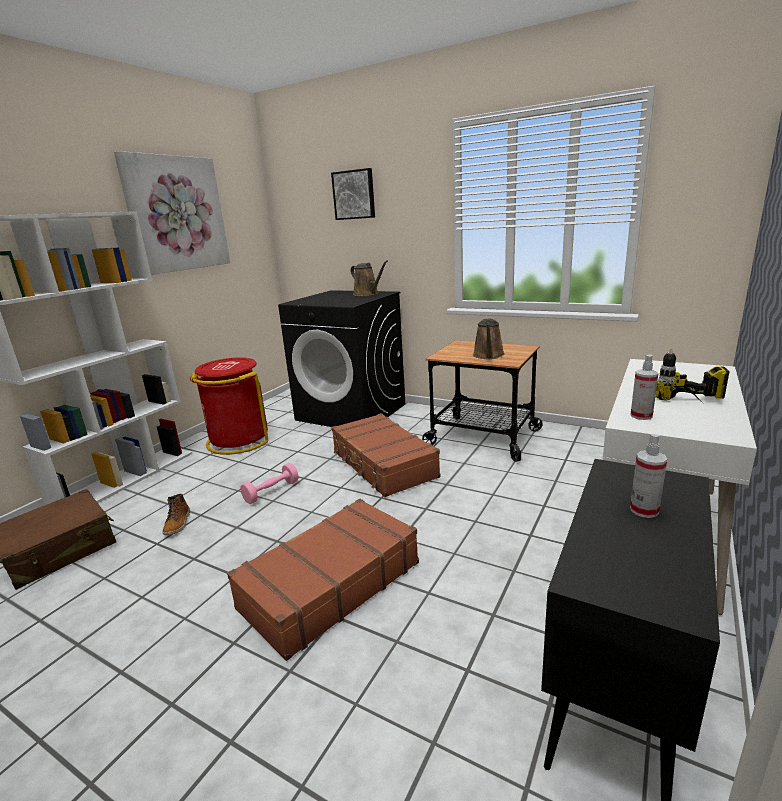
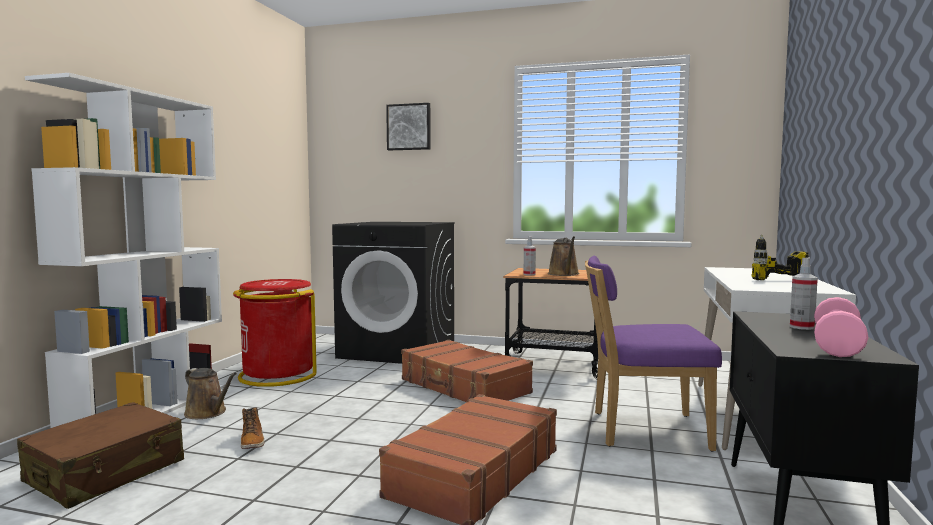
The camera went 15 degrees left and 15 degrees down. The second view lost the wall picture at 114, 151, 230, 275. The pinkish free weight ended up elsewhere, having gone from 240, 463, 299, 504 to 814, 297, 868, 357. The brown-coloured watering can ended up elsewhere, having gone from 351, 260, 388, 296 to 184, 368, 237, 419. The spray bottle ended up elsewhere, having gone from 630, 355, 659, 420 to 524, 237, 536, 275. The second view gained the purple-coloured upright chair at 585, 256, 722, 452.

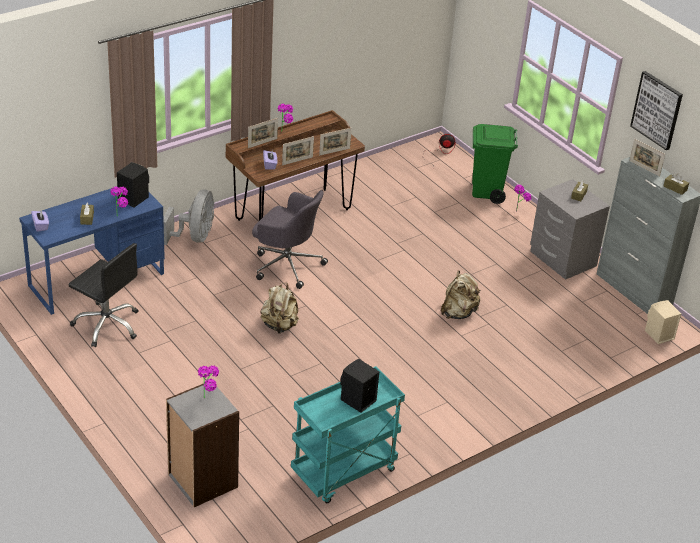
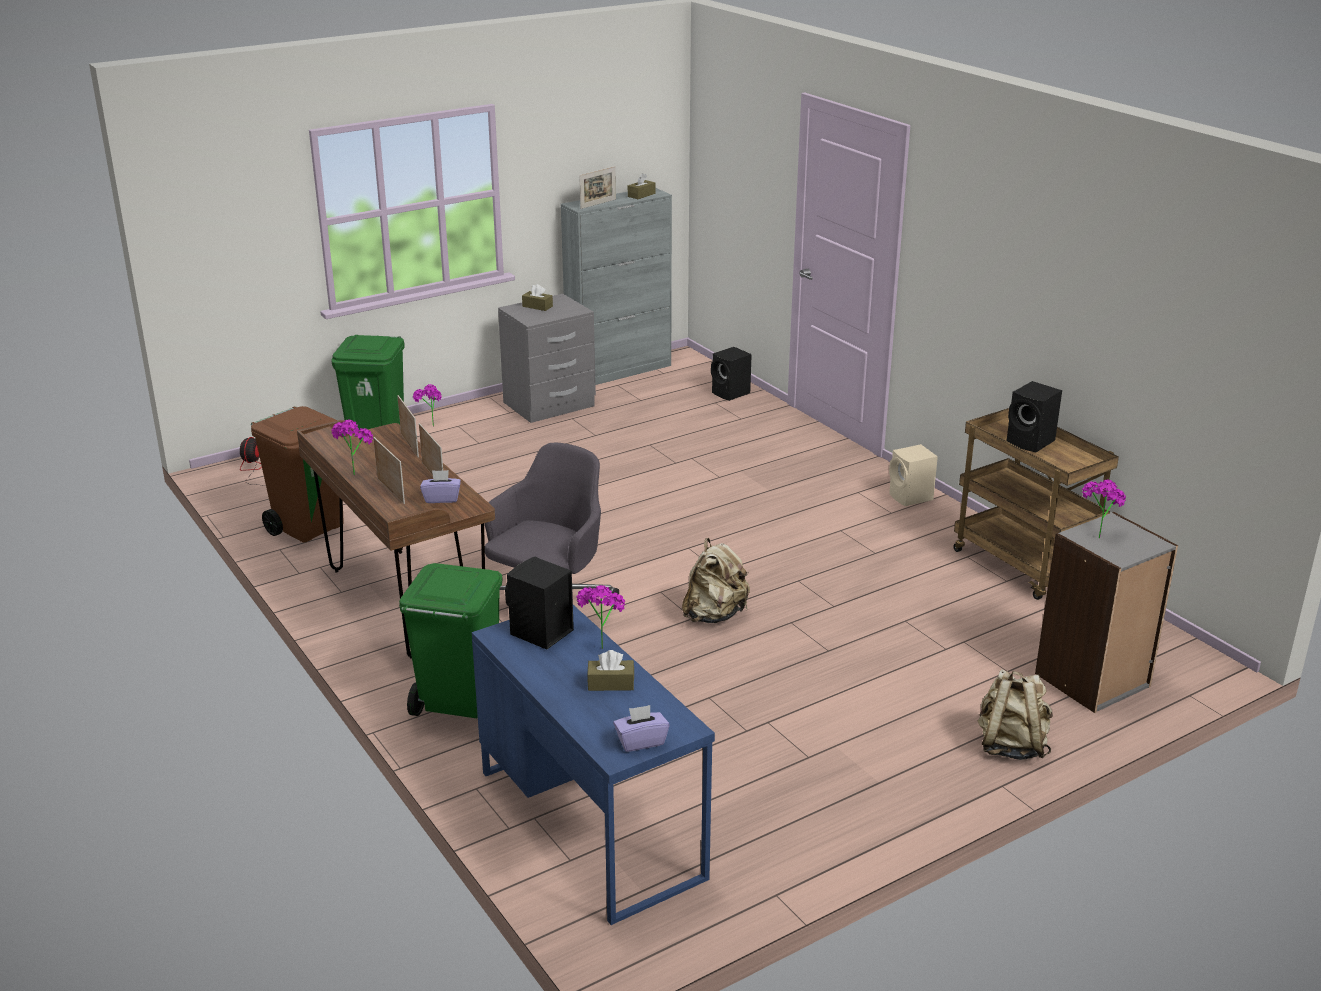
The camera went 85 degrees left and 10 degrees down. The second view lost the black-coloured office chair at 68, 243, 138, 347. Where the gray electric fan stood at 163, 189, 214, 245, the greenish waste bin came to stand at 399, 563, 502, 718. What was the turquoise trolley at 291, 366, 405, 503 turned into the brown-coloured trolley at 953, 408, 1119, 600. The sand-coloured knapsack ended up elsewhere, having gone from 441, 271, 480, 319 to 978, 669, 1053, 760. The second view lost the wall picture at 630, 71, 683, 150. The sand-coloured audio speaker ended up elsewhere, having gone from 645, 300, 681, 344 to 889, 444, 938, 506. The second view gained the brown-coloured waste bin at 251, 406, 344, 543. The second view gained the black-coloured audio speaker at 711, 347, 752, 401.

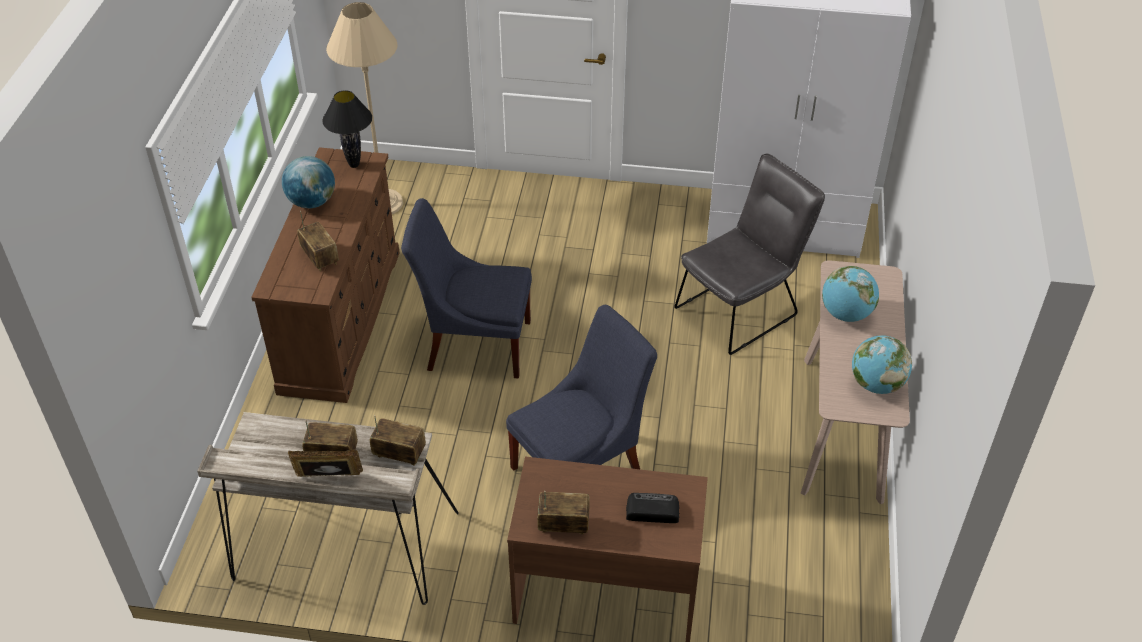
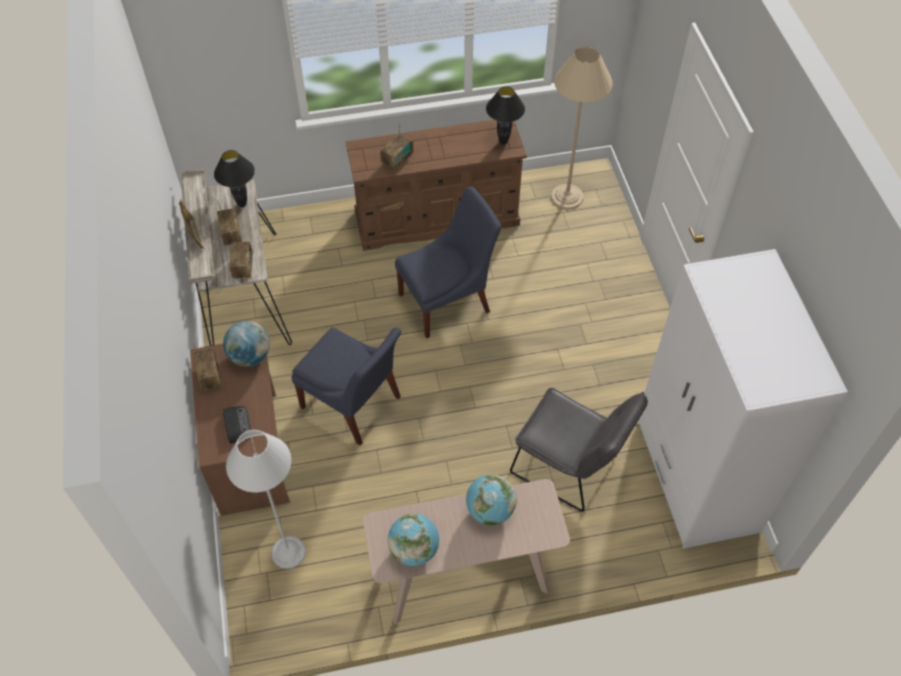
The camera went 70 degrees right and 10 degrees up. The globe ended up elsewhere, having gone from 282, 156, 335, 208 to 223, 321, 270, 367. The blue-coloured upright chair at 401, 198, 532, 379 ended up facing another way, 75 degrees clockwise from before. The second view gained the black-coloured lamp for a table at 214, 150, 255, 207. The second view gained the gray standard lamp at 226, 430, 306, 569.

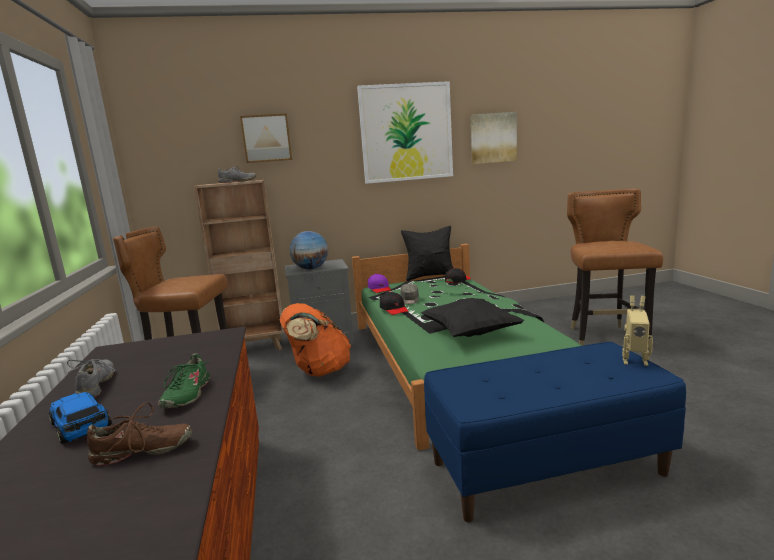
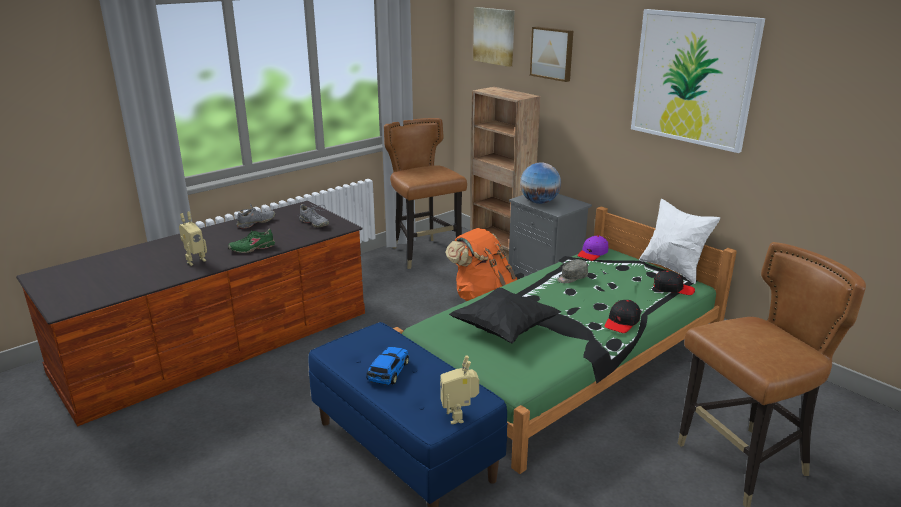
The camera went 60 degrees right and 10 degrees up. The miniature car ended up elsewhere, having gone from 48, 392, 112, 444 to 367, 347, 409, 385. Where the brown-coloured item of footwear stood at 87, 403, 192, 465, the toy robot came to stand at 179, 211, 207, 266. The gray item of footwear ended up elsewhere, having gone from 218, 166, 256, 183 to 297, 204, 329, 227. The black-coloured cap ended up elsewhere, having gone from 380, 291, 408, 315 to 604, 300, 640, 333. What was the black-coloured cushion at 401, 226, 453, 281 turned into the whitish cushion at 639, 199, 720, 284. The wall picture ended up elsewhere, having gone from 470, 112, 517, 164 to 473, 7, 515, 67.

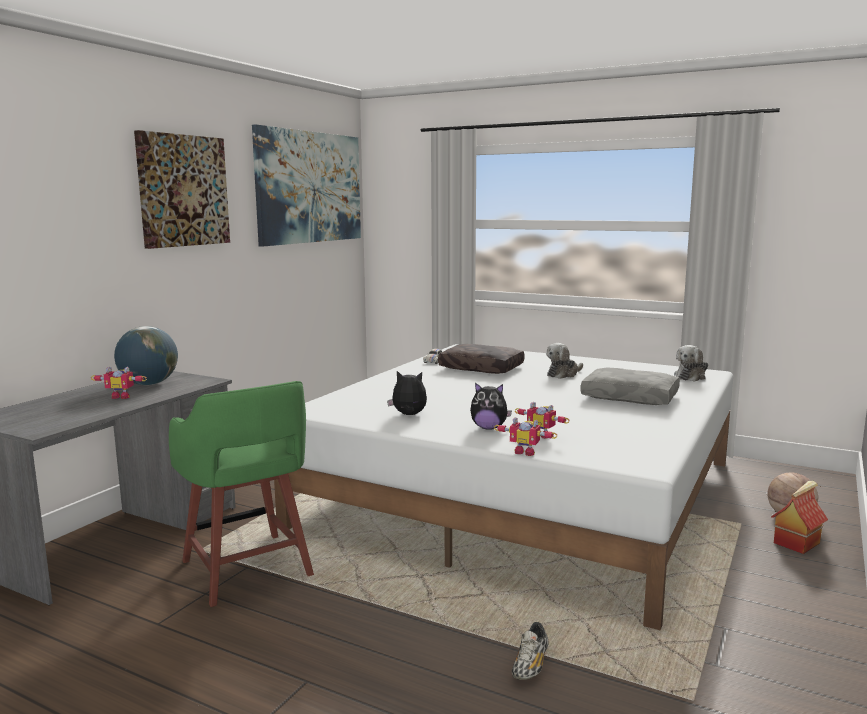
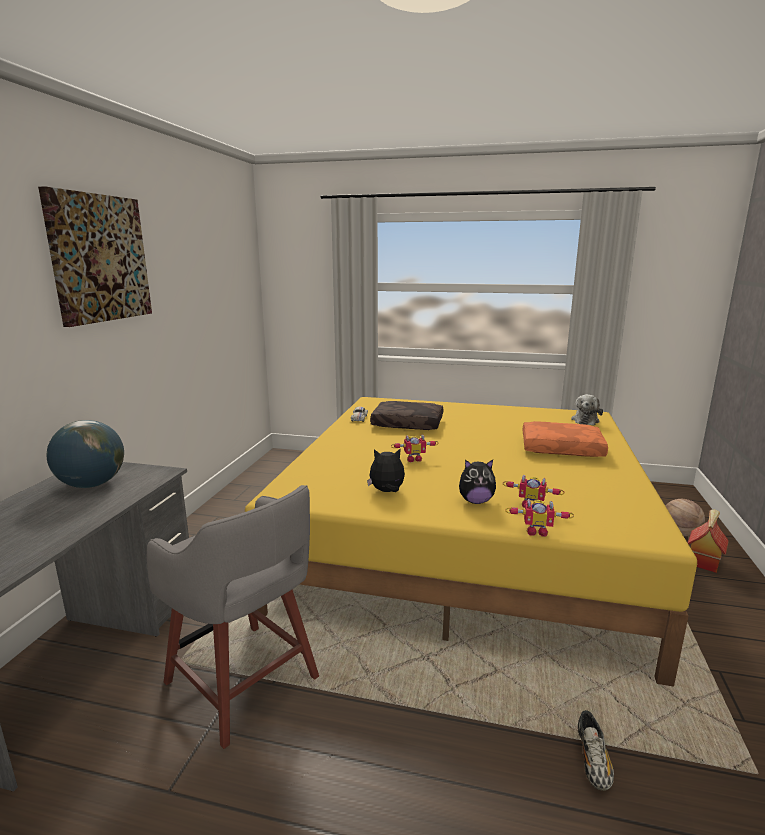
The camera went 15 degrees left and 5 degrees up. The toy robot ended up elsewhere, having gone from 91, 367, 147, 399 to 391, 434, 439, 462. What was the greenish sitting stool at 169, 381, 314, 607 turned into the gray sitting stool at 147, 485, 319, 749. The second view lost the wall picture at 252, 124, 361, 247. What was the whitish sleeping bed at 274, 344, 733, 630 turned into the yellow-coloured sleeping bed at 245, 397, 697, 687. The second view lost the soft toy at 546, 343, 583, 379. What was the gray cushion at 580, 367, 680, 405 turned into the orange cushion at 523, 421, 608, 457.

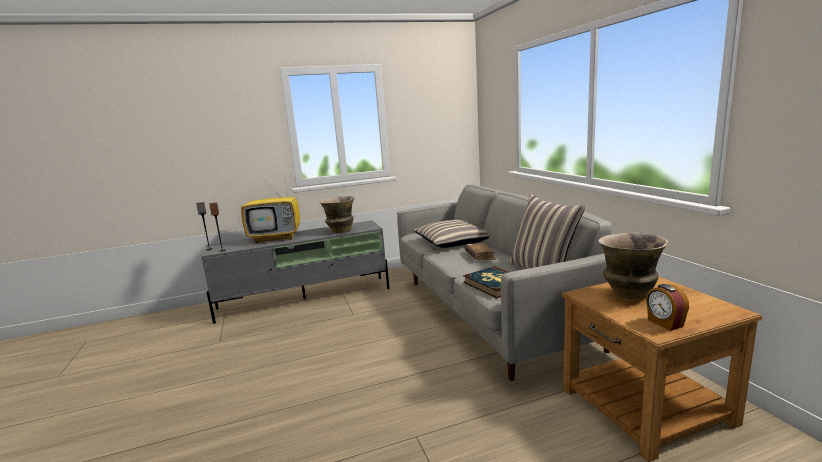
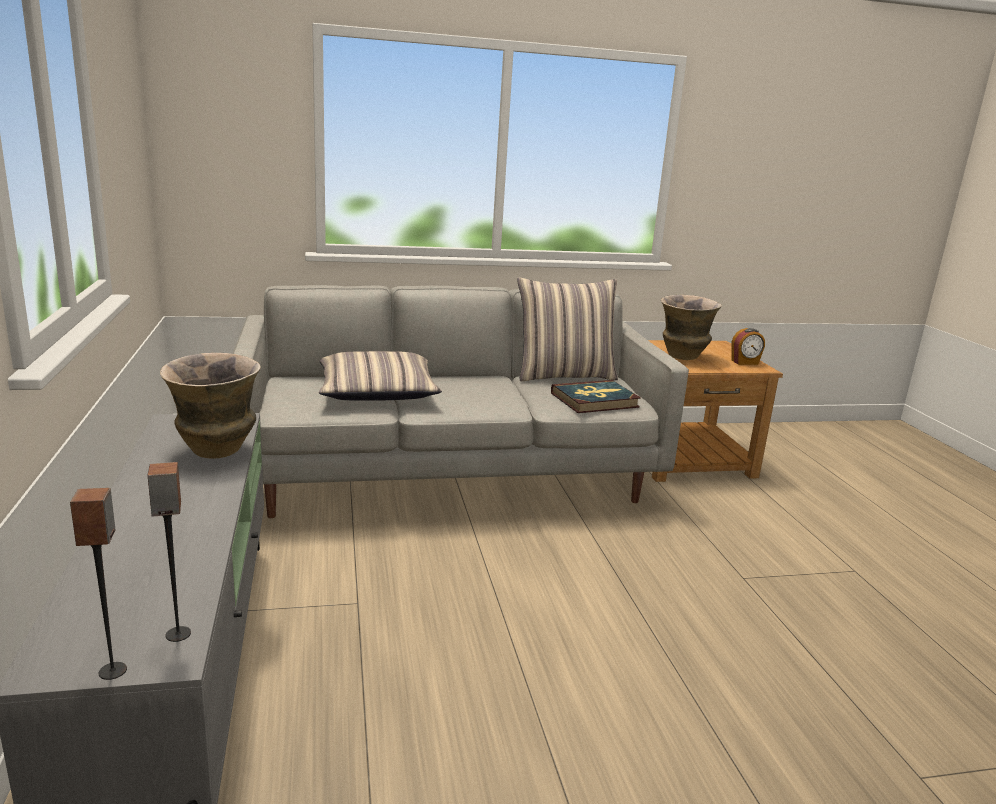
The camera went 85 degrees left and 5 degrees up. The second view lost the TV at 241, 175, 300, 243. The second view lost the brown-coloured bound book at 464, 243, 496, 260.

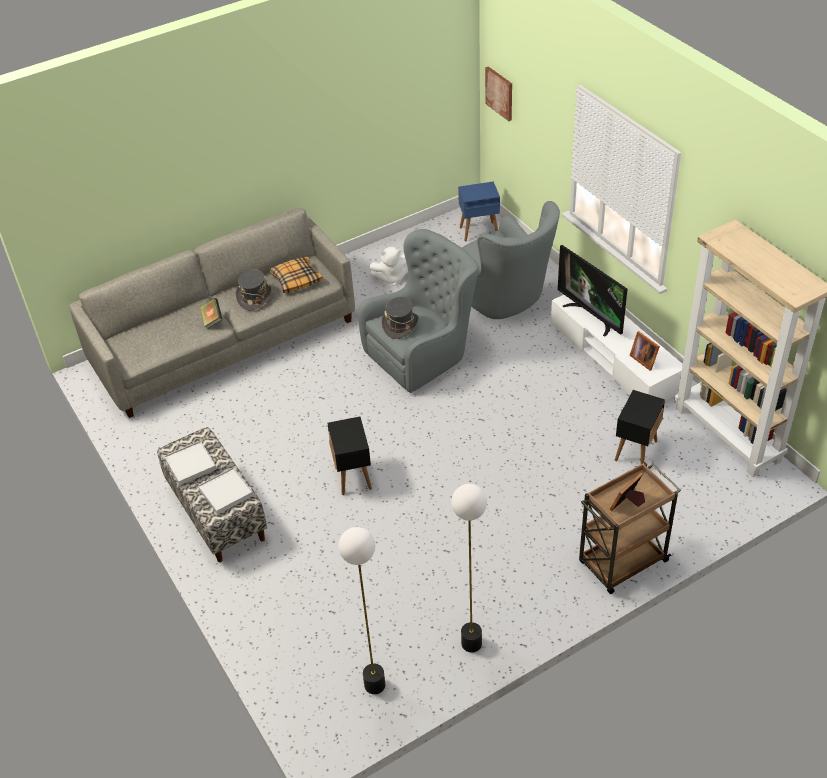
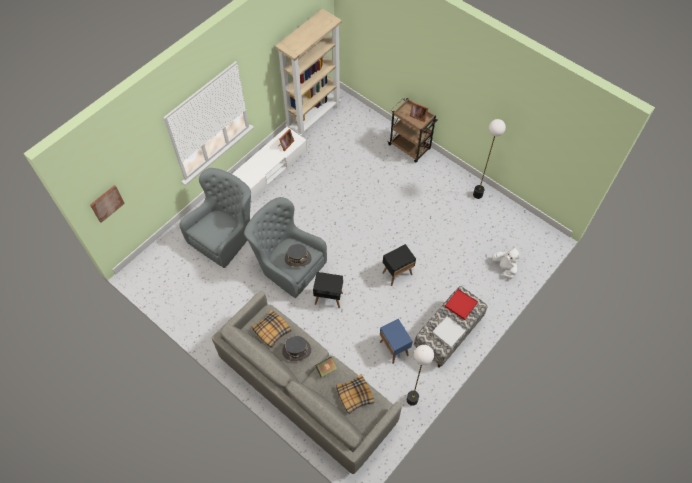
The camera went 110 degrees left and 15 degrees up. What was the whitish carrying tray at 198, 467, 254, 515 turned into the red-coloured carrying tray at 445, 289, 478, 320. The standard lamp ended up elsewhere, having gone from 338, 527, 385, 694 to 407, 345, 434, 406. The whitish soft toy ended up elsewhere, having gone from 370, 247, 408, 286 to 492, 246, 520, 279. The blue-coloured side table ended up elsewhere, having gone from 458, 181, 500, 241 to 380, 319, 413, 364. The second view lost the TV at 558, 245, 627, 337. The black-coloured side table ended up elsewhere, having gone from 615, 390, 665, 464 to 313, 272, 343, 308. The second view gained the cushion at 336, 374, 374, 414.

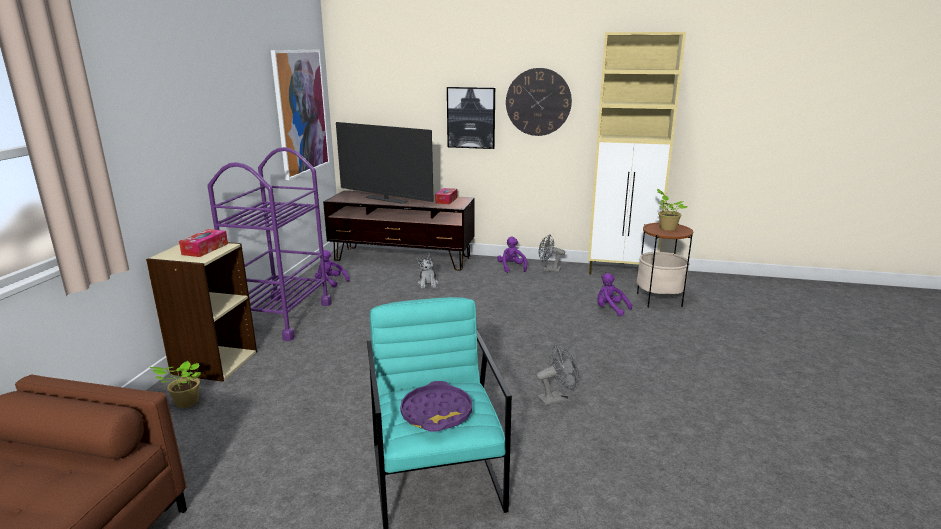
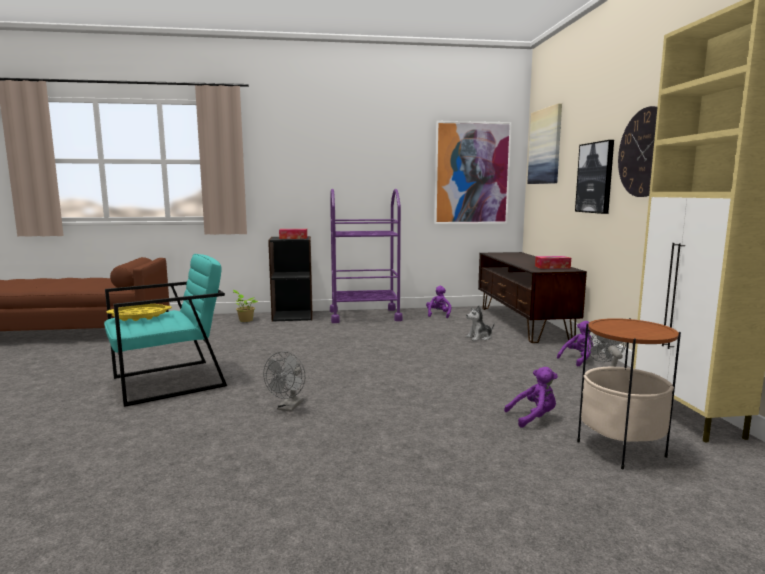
The camera went 70 degrees right and 10 degrees down. What was the sand-coloured bookcase at 146, 242, 257, 382 turned into the black-coloured bookcase at 268, 236, 313, 322. The second view lost the TV at 336, 122, 434, 204. What was the purple-coloured carrying tray at 400, 381, 472, 432 turned into the yellow-coloured carrying tray at 106, 304, 172, 321. The gray electric fan at 536, 345, 579, 406 ended up facing another way, 60 degrees clockwise from before. The purple-coloured soft toy at 597, 273, 633, 316 ended up facing another way, 60 degrees clockwise from before. The second view lost the plant in a pot at 657, 189, 687, 231. The second view gained the wall picture at 527, 103, 562, 184.

